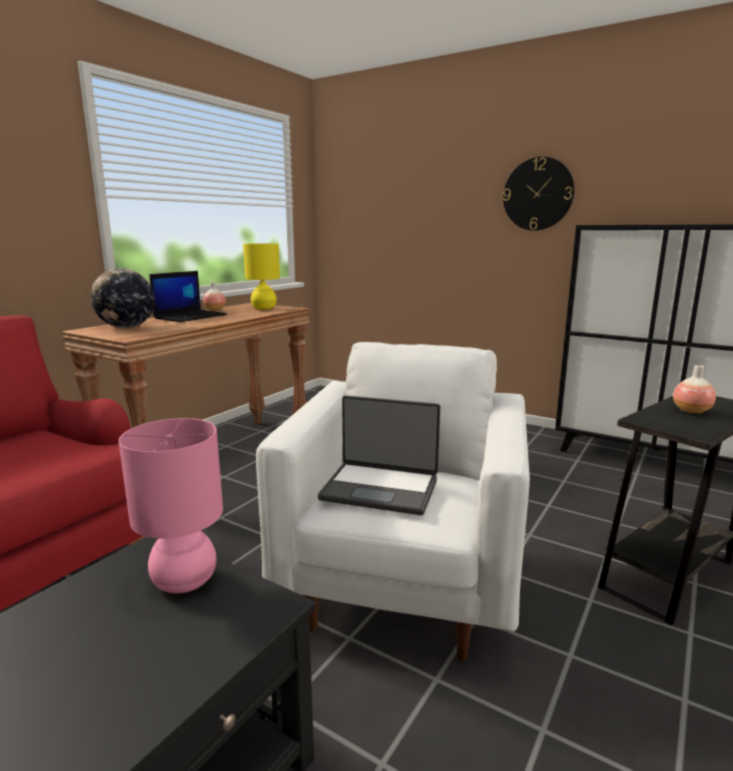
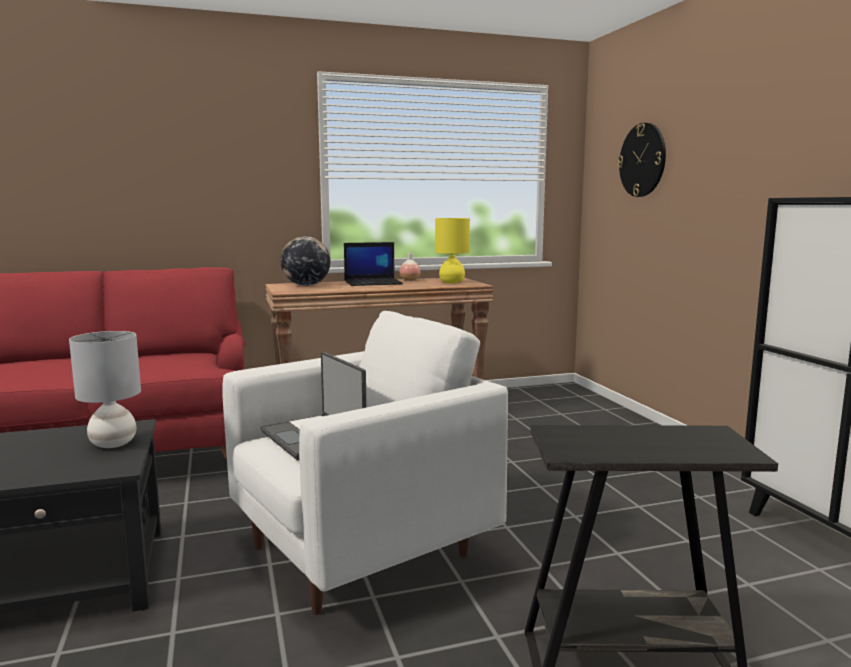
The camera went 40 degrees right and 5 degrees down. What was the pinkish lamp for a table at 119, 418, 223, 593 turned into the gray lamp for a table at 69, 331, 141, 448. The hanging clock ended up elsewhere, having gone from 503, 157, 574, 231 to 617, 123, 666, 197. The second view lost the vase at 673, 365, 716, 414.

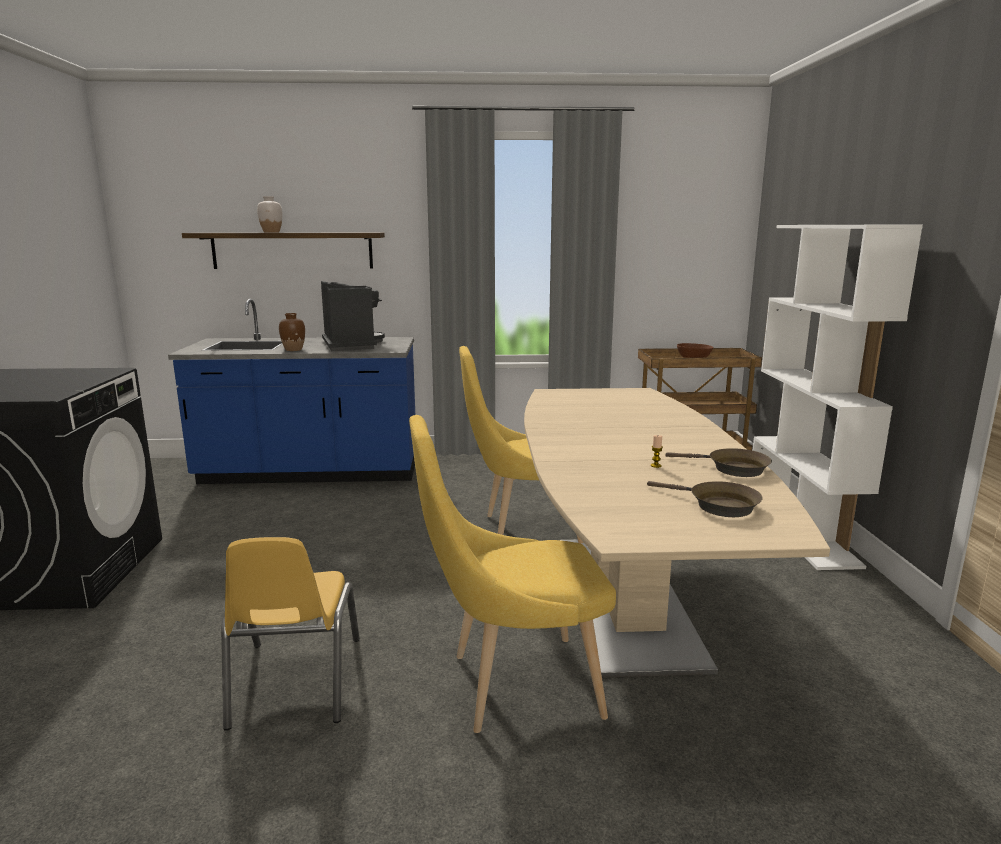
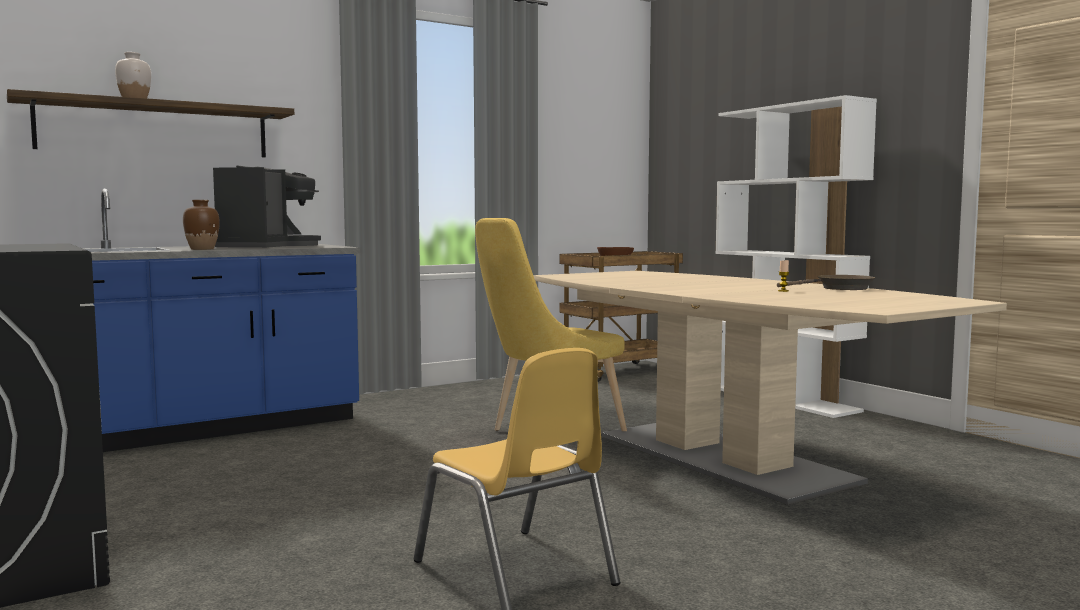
The camera went 30 degrees left and 10 degrees down. The coffee brewer at 321, 281, 385, 351 ended up facing another way, 60 degrees clockwise from before. The second view lost the yellow-coloured upright chair at 409, 415, 616, 733. The second view lost the brown-coloured pan at 647, 481, 763, 517.

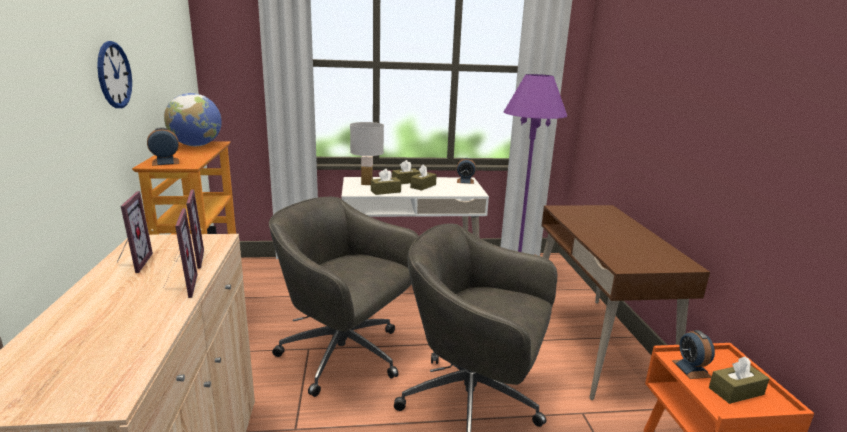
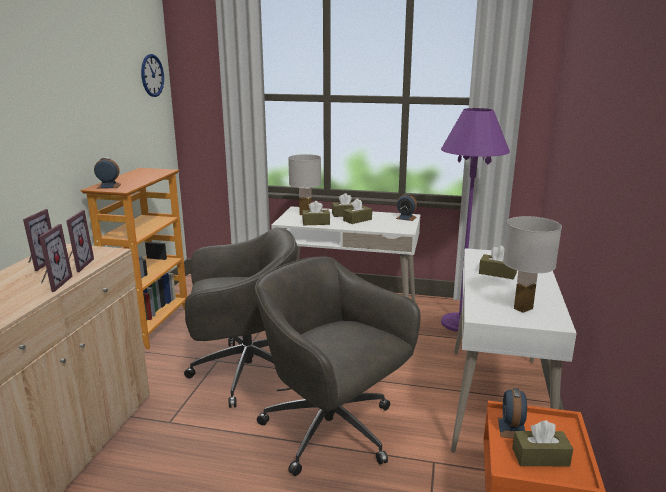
The camera went 20 degrees right and 0 degrees up. The hanging clock ended up elsewhere, having gone from 97, 41, 132, 108 to 141, 54, 164, 97. The second view lost the globe at 164, 93, 222, 146. The gray office chair at 269, 197, 419, 397 ended up facing another way, 120 degrees clockwise from before. What was the brown-coloured desk unit at 541, 205, 710, 400 turned into the whitish desk unit at 451, 248, 577, 453. The second view gained the brown-coloured tissue box at 479, 246, 517, 279. The second view gained the whitish lamp for a table at 503, 216, 562, 313.

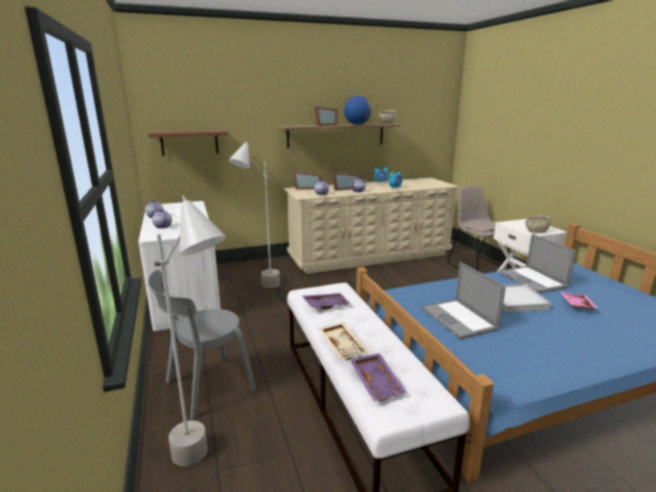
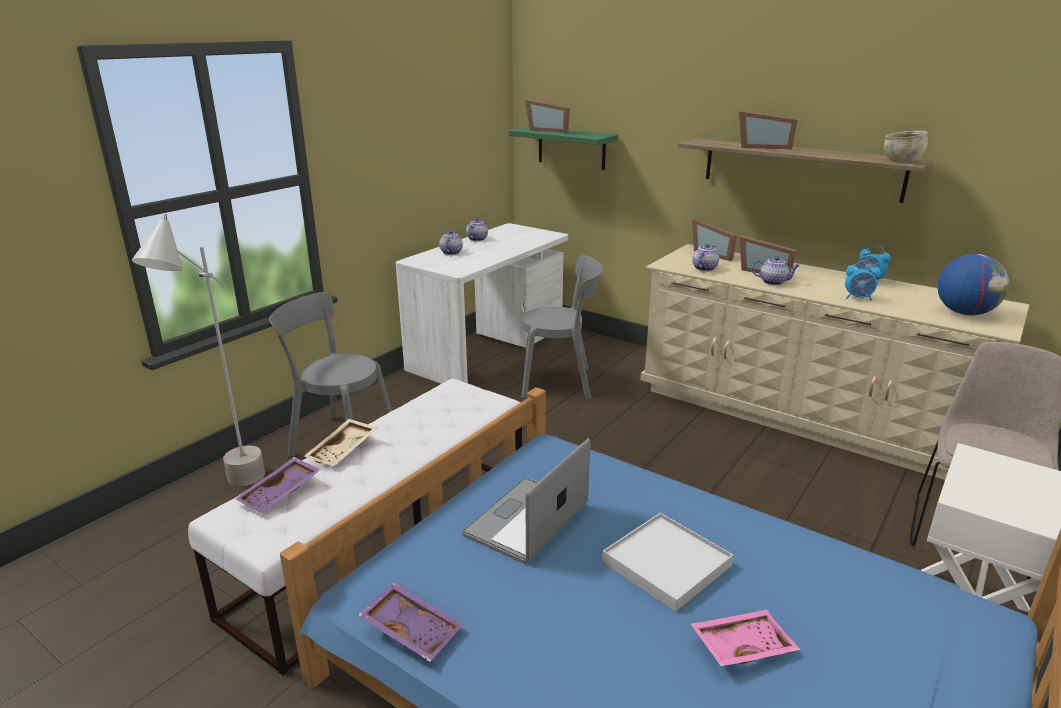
The camera went 55 degrees right and 5 degrees up. What was the brown-coloured wall shelf at 148, 130, 229, 156 turned into the greenish wall shelf at 508, 127, 618, 170. Where the gray standard lamp stood at 229, 141, 280, 288, the gray upright chair came to stand at 521, 255, 603, 399. The purple-coloured carrying tray ended up elsewhere, having gone from 302, 293, 351, 310 to 358, 582, 464, 662. The globe ended up elsewhere, having gone from 344, 96, 372, 125 to 938, 254, 1009, 315. The second view lost the portable computer at 499, 234, 576, 293. The second view lost the sand-coloured bowl at 525, 215, 551, 233. The second view gained the standing frame at 525, 99, 570, 133.

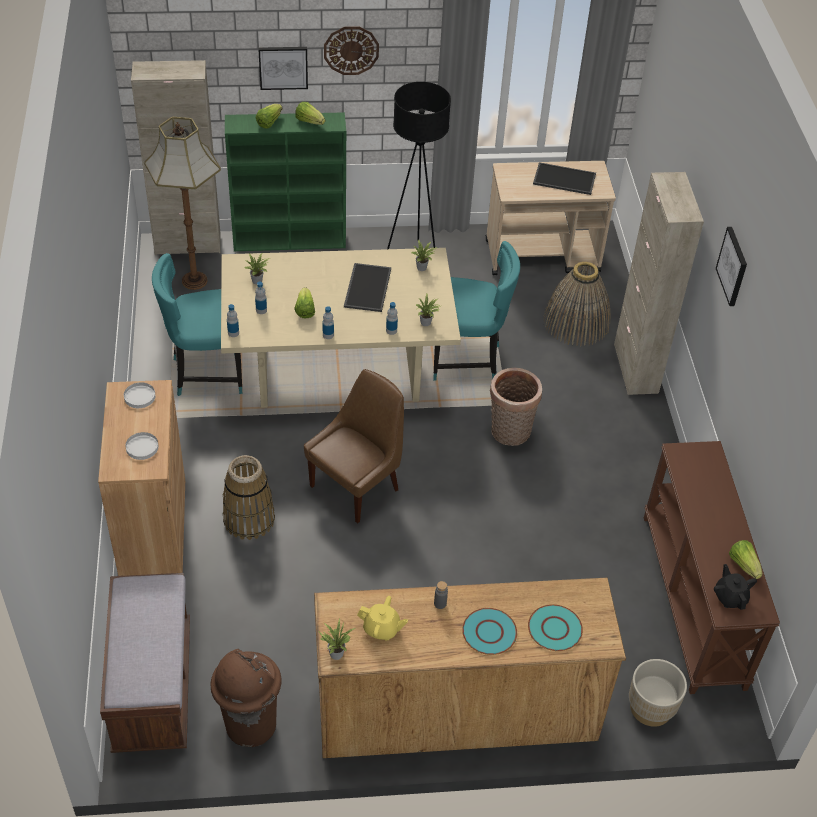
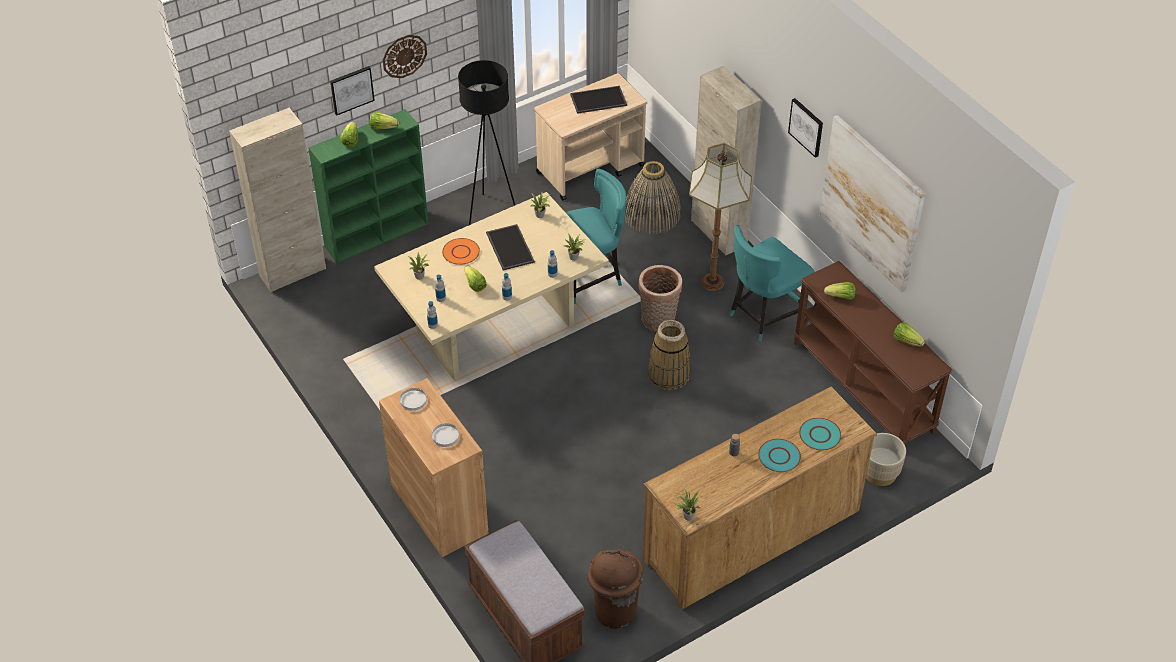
The camera went 25 degrees left and 0 degrees up. The standard lamp ended up elsewhere, having gone from 144, 117, 221, 290 to 689, 143, 752, 291. The turquoise upright chair ended up elsewhere, having gone from 152, 253, 242, 396 to 729, 225, 815, 342. The storage basket ended up elsewhere, having gone from 223, 455, 275, 540 to 648, 320, 691, 391. The second view lost the brown-coloured upright chair at 304, 369, 404, 523. The second view lost the yellow-coloured tea pot at 357, 596, 408, 641. The second view lost the black-coloured tea pot at 714, 564, 757, 610. The second view gained the orange flat dish at 442, 238, 480, 265. The second view gained the wall picture at 820, 115, 925, 292. The second view gained the head of lettuce at 824, 282, 856, 300.

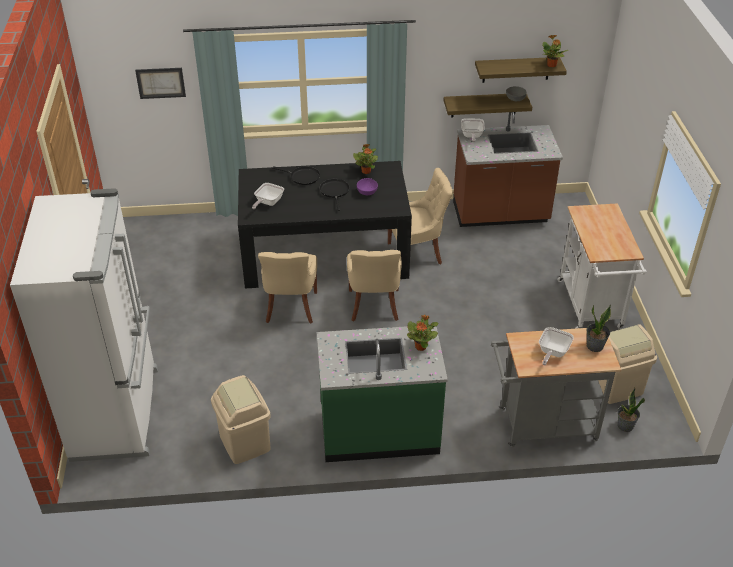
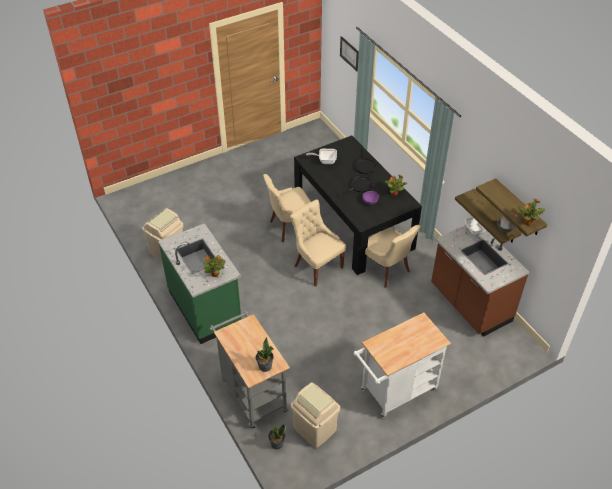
The camera went 65 degrees right and 5 degrees up. The second view lost the whitish kitchen fridge at 10, 188, 158, 462. The sand-coloured upright chair at 347, 250, 402, 321 ended up facing another way, 75 degrees clockwise from before. The second view lost the pan at 539, 327, 574, 365.

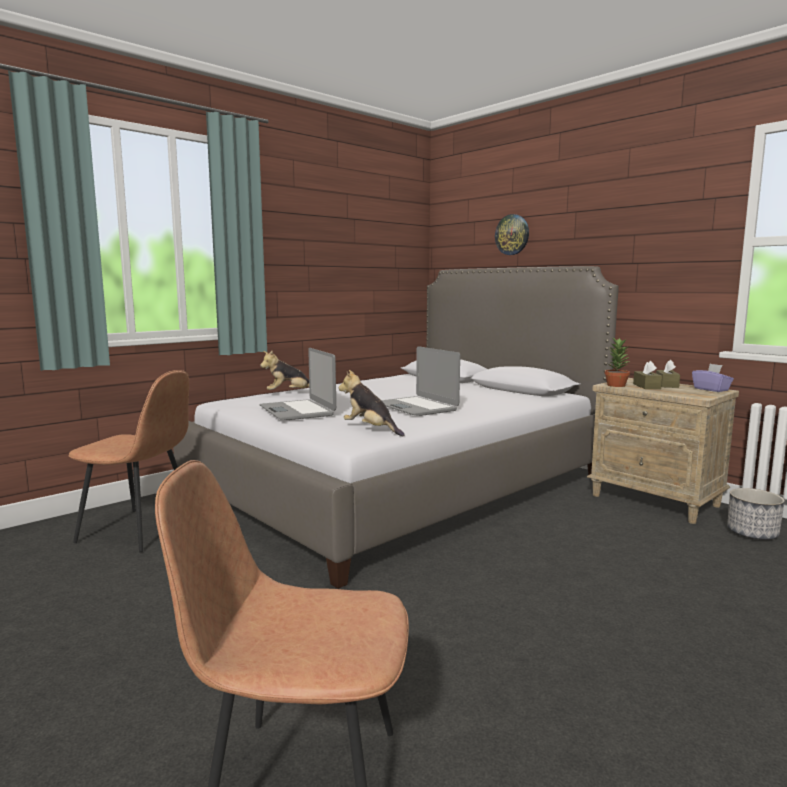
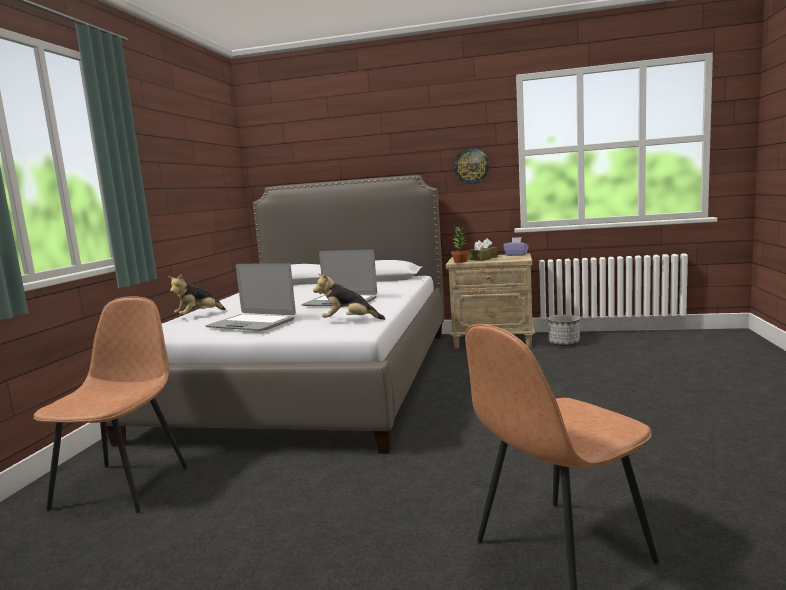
The camera went 35 degrees left and 0 degrees up. The brown-coloured upright chair at 68, 370, 189, 552 ended up facing another way, 60 degrees counterclockwise from before. The hanging clock ended up elsewhere, having gone from 495, 214, 529, 255 to 454, 148, 489, 184.

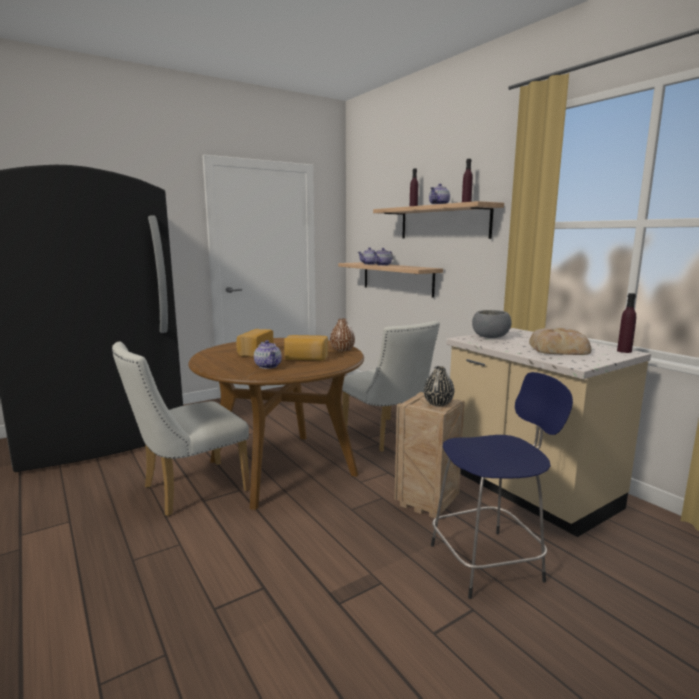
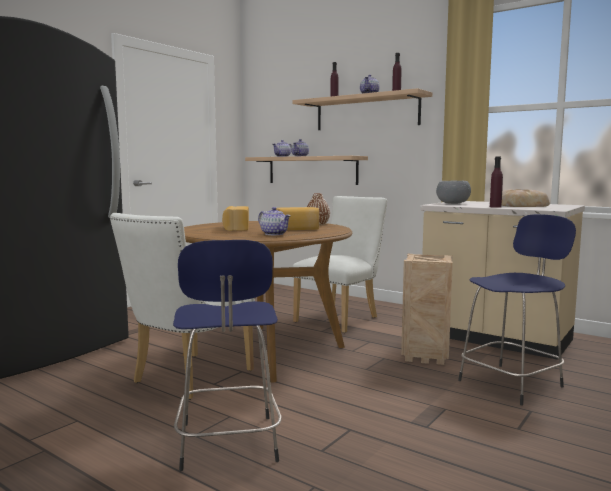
The camera went 20 degrees left and 5 degrees down. The whitish upright chair at 342, 321, 440, 452 ended up facing another way, 90 degrees counterclockwise from before. The second view lost the black-coloured vase at 424, 366, 454, 406. The purple-coloured bottle ended up elsewhere, having gone from 617, 293, 636, 353 to 490, 156, 503, 208. The second view gained the blue-coloured sitting stool at 173, 240, 282, 471.

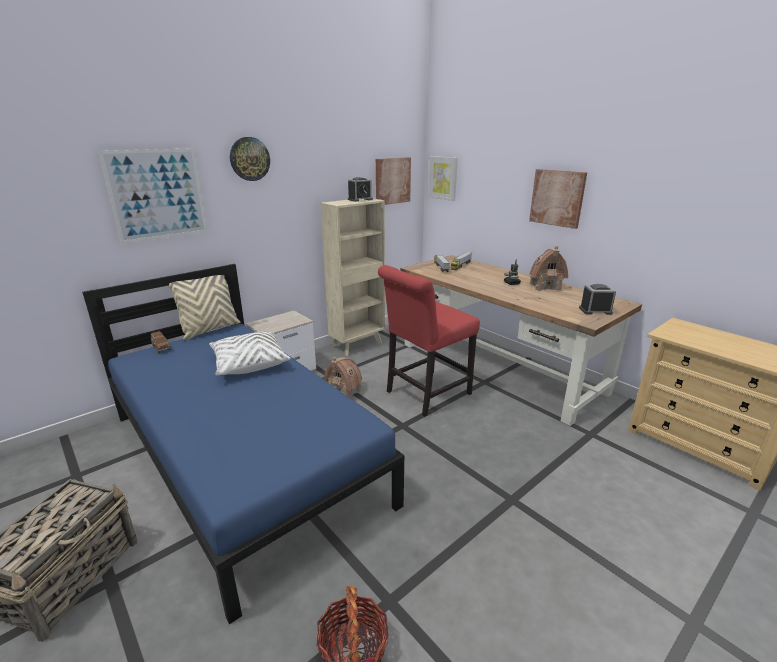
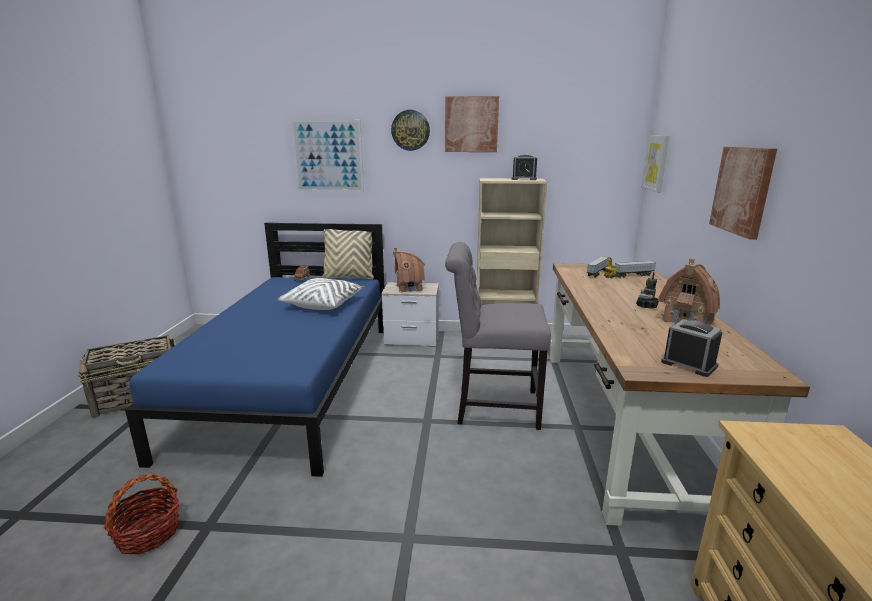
The camera went 45 degrees right and 5 degrees down. The miniature house ended up elsewhere, having gone from 324, 357, 362, 398 to 393, 247, 425, 293. The wall picture ended up elsewhere, having gone from 376, 157, 411, 205 to 445, 96, 499, 152. What was the red-coloured upright chair at 378, 265, 480, 417 turned into the gray upright chair at 445, 242, 551, 430.

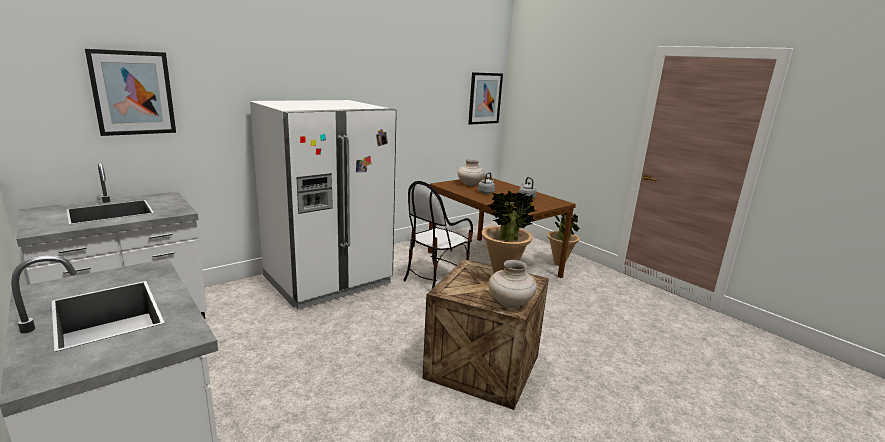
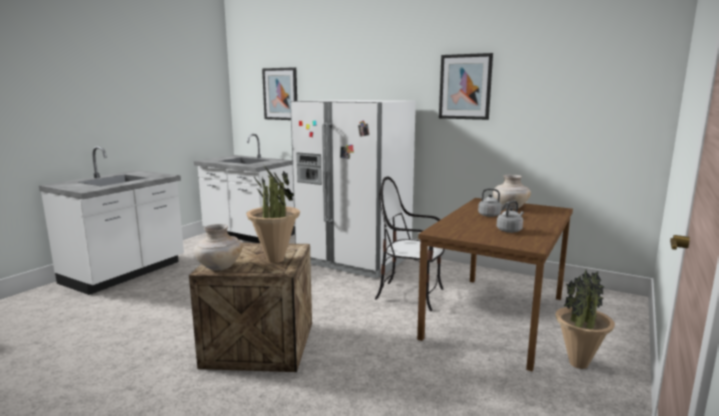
The camera went 70 degrees right and 5 degrees down. The wall picture ended up elsewhere, having gone from 468, 72, 503, 125 to 439, 53, 493, 120.

